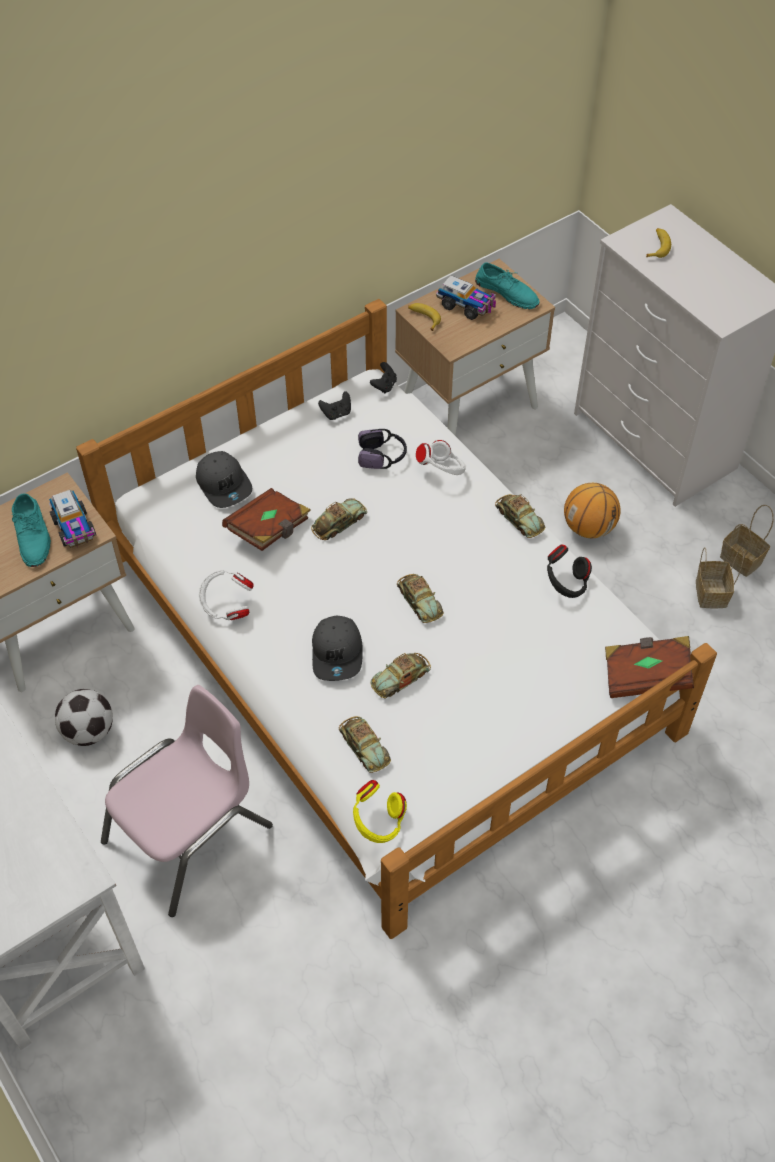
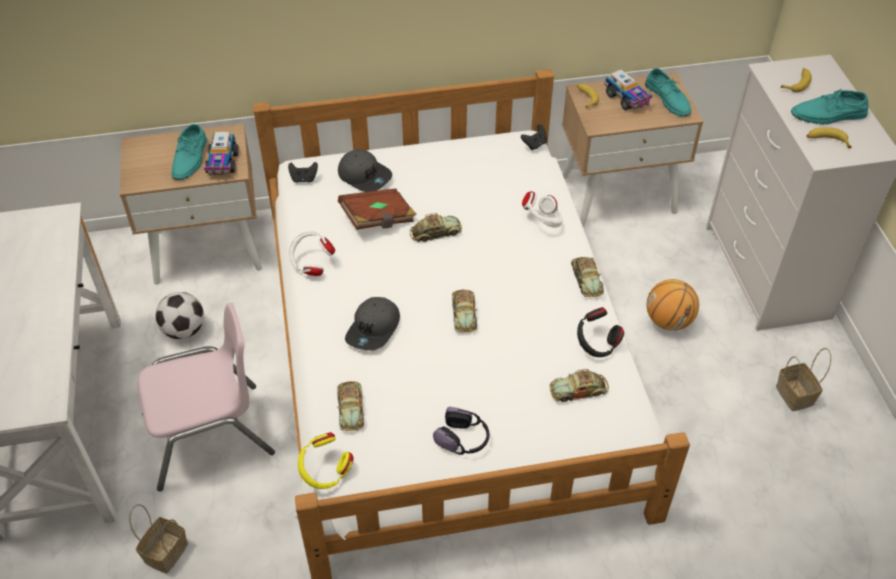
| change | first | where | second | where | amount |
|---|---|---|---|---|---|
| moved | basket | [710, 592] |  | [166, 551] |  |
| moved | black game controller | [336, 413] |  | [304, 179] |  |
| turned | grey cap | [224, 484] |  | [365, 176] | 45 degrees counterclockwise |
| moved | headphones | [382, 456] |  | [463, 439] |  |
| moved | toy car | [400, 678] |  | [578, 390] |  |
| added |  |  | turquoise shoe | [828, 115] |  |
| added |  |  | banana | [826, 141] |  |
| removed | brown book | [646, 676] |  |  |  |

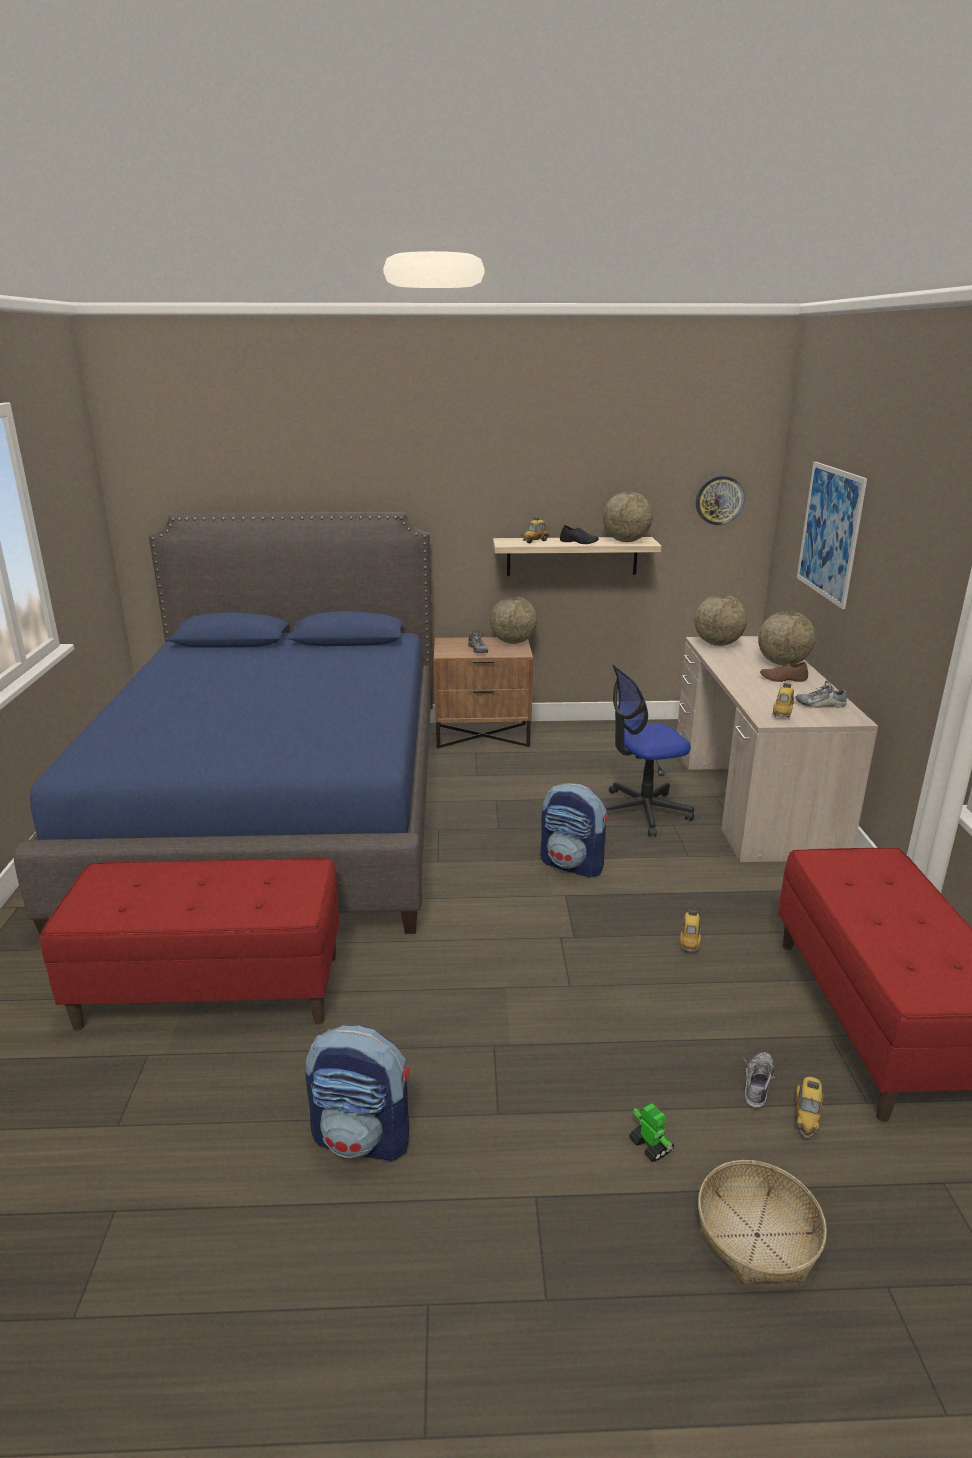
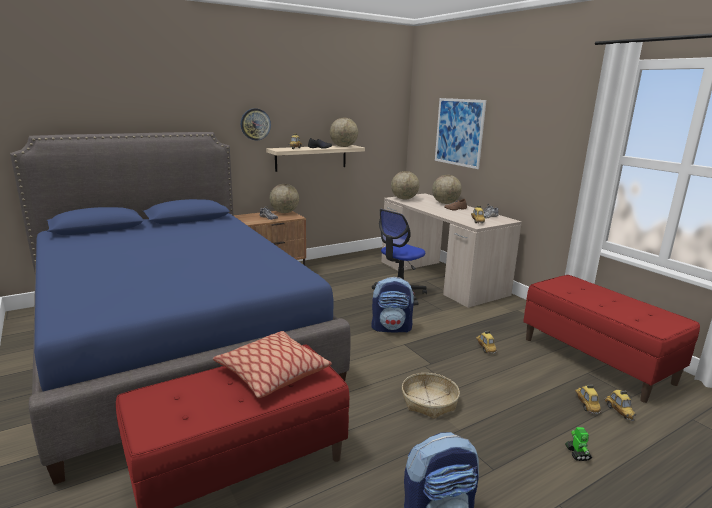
| change | first | where | second | where | amount |
|---|---|---|---|---|---|
| added |  |  | pillow | [272, 373] |  |
| moved | wall clock | [719, 500] |  | [255, 124] |  |
| moved | basket | [756, 1235] |  | [429, 402] |  |
| turned | toy robot | [650, 1145] |  | [577, 453] | 60 degrees clockwise |
| replaced | shoe | [758, 1084] | toy car | [586, 405] |  |

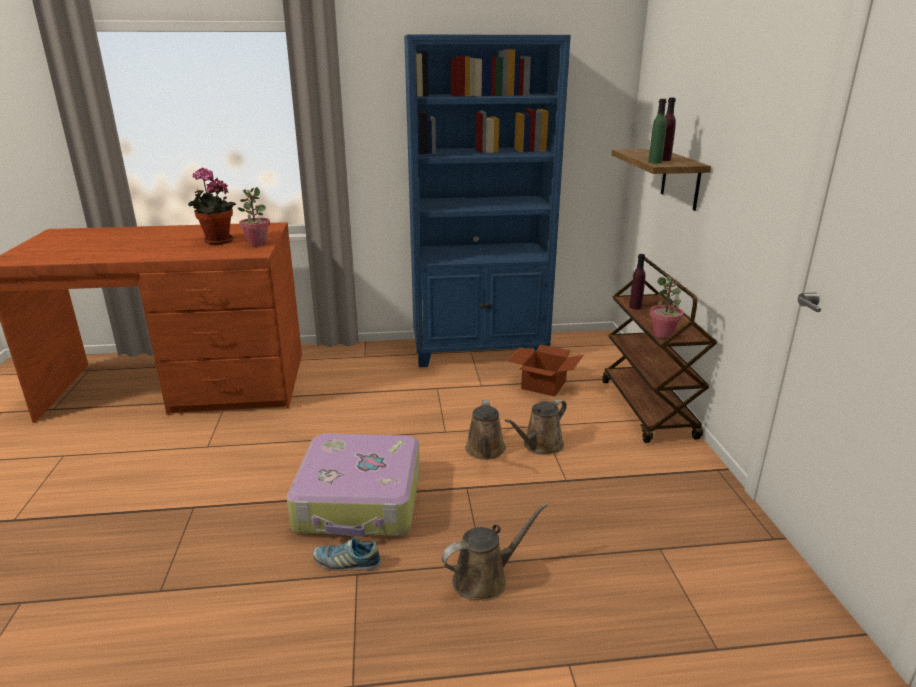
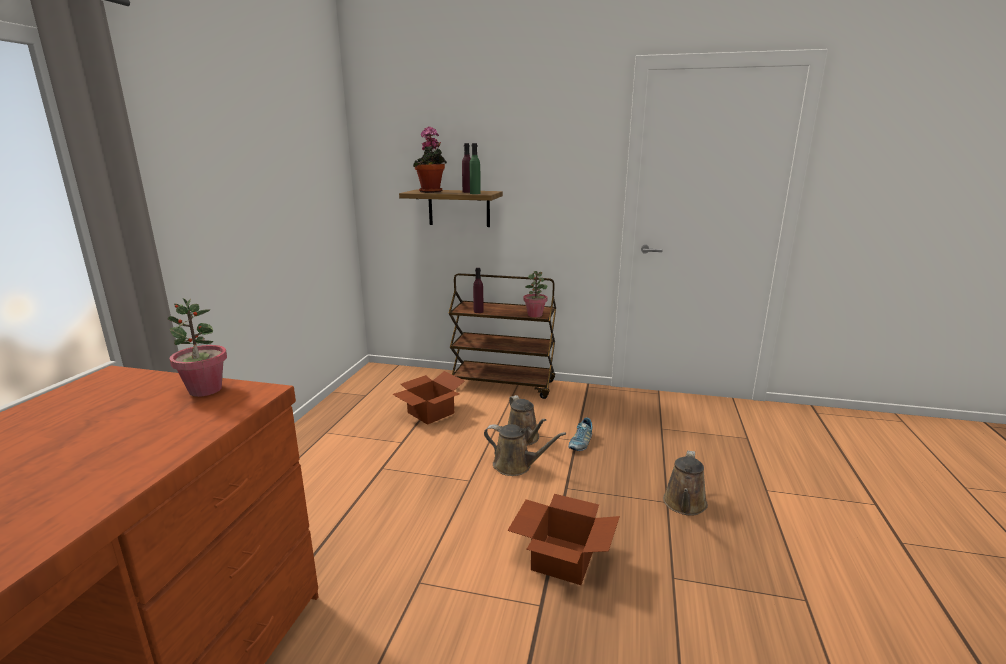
| change | first | where | second | where | amount |
|---|---|---|---|---|---|
| moved | potted plant | [216, 241] |  | [431, 192] |  |
| replaced | suitcase | [360, 501] | cardboard box | [561, 558] |  |
| moved | shoe | [346, 562] |  | [580, 443] |  |
| turned | brown watering can | [485, 578] |  | [684, 505] | 150 degrees counterclockwise |
| removed | blue bookcase | [480, 351] |  |  |  |

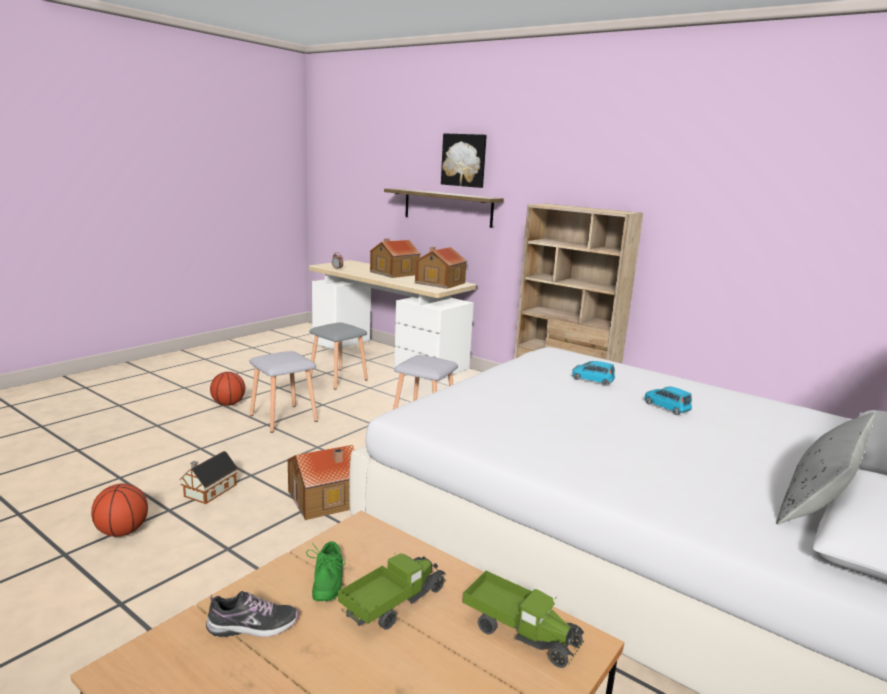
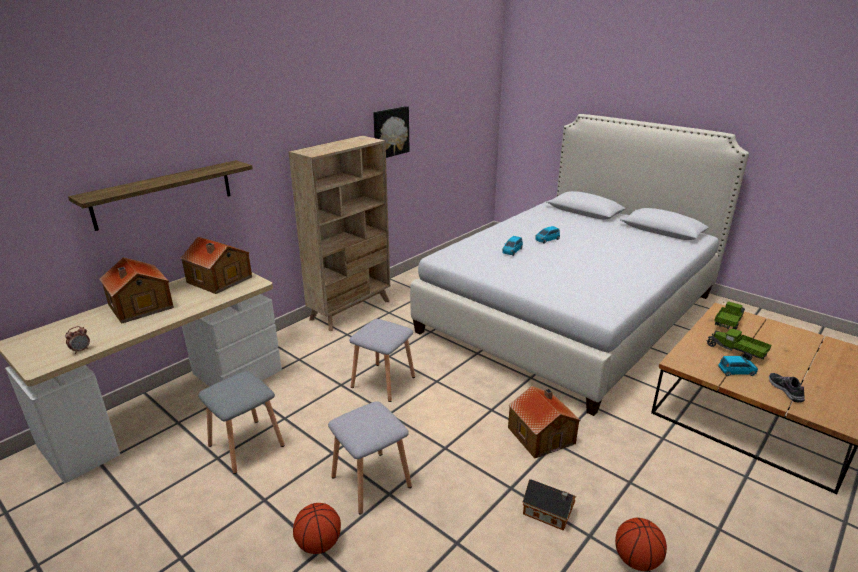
| change | first | where | second | where | amount |
|---|---|---|---|---|---|
| moved | picture | [464, 160] |  | [390, 132] |  |
| replaced | green shoe | [325, 583] | blue toy car | [736, 371] |  |
| removed | grey pillow | [819, 498] |  |  |  |

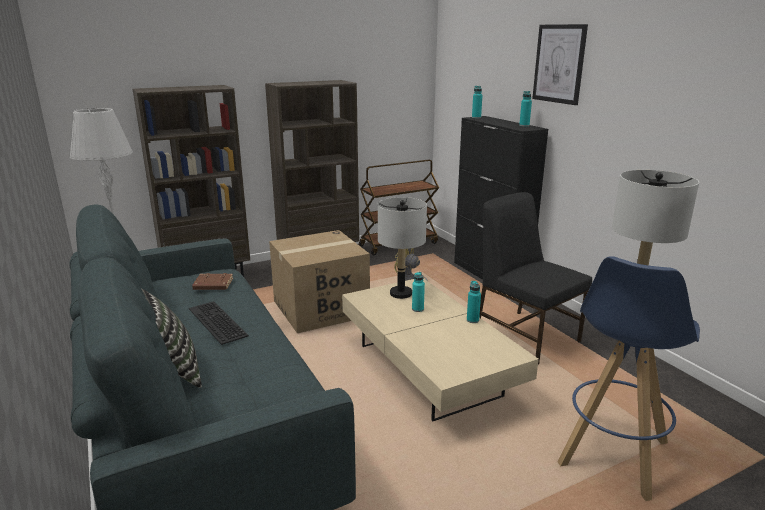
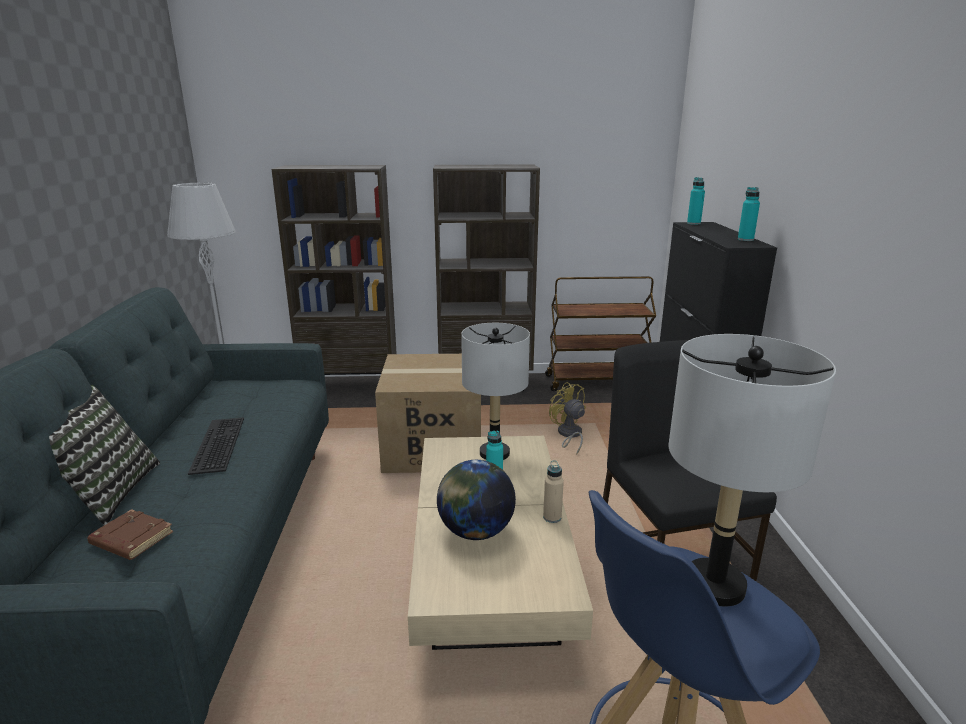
| change | first | where | second | where | amount |
|---|---|---|---|---|---|
| moved | brown book | [212, 285] |  | [130, 539] |  |
| added |  |  | globe | [475, 531] |  |
| recoloured | turquoise bottle | [472, 320] | beige bottle | [552, 517] |  |
| removed | picture | [559, 64] |  |  |  |

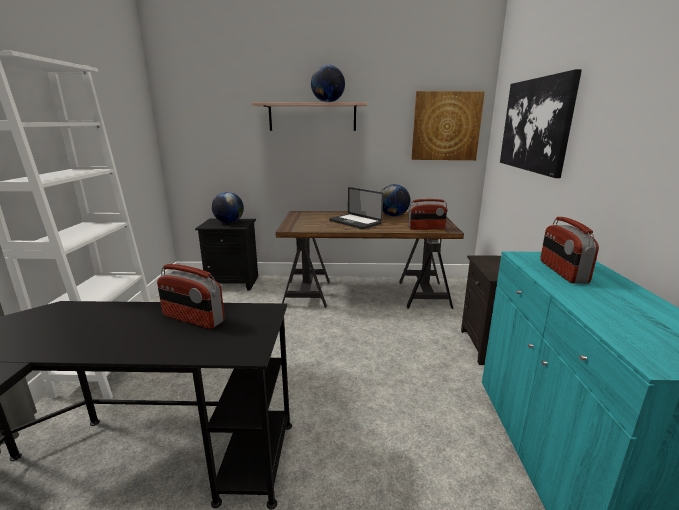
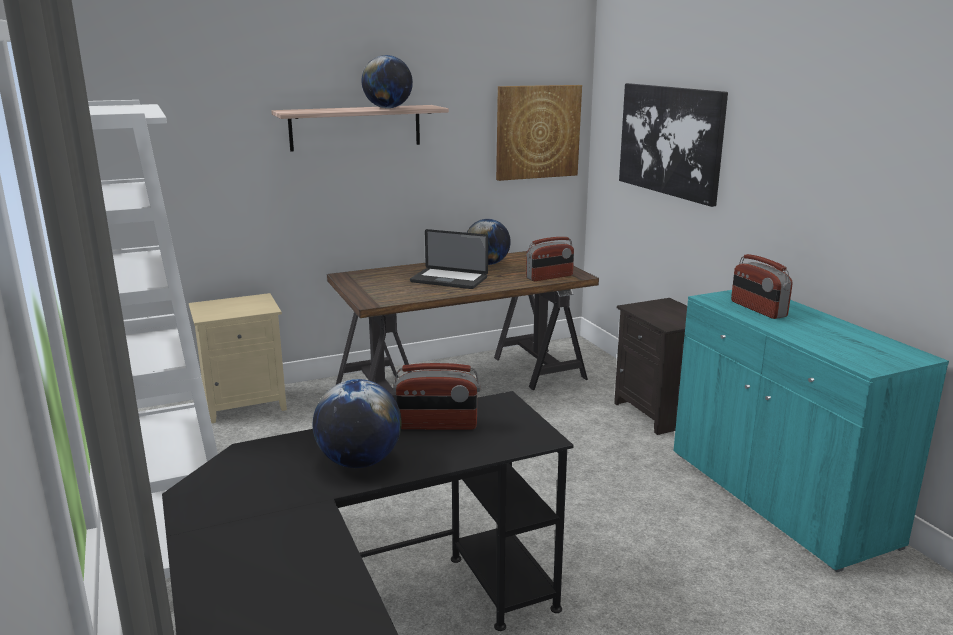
| change | first | where | second | where | amount |
|---|---|---|---|---|---|
| recoloured | black nightstand | [234, 282] | beige nightstand | [246, 404] |  |
| moved | globe | [229, 222] |  | [359, 462] |  |

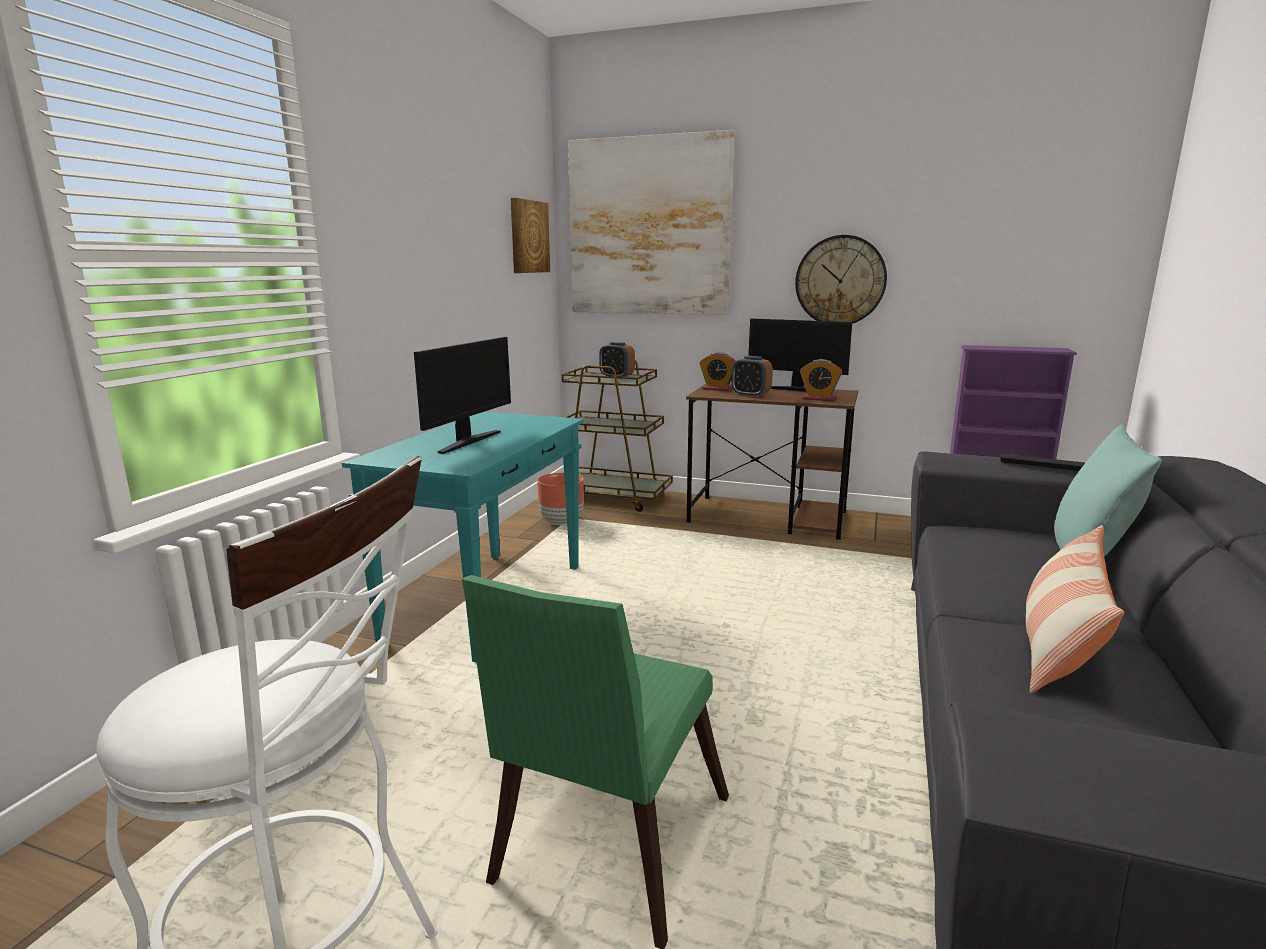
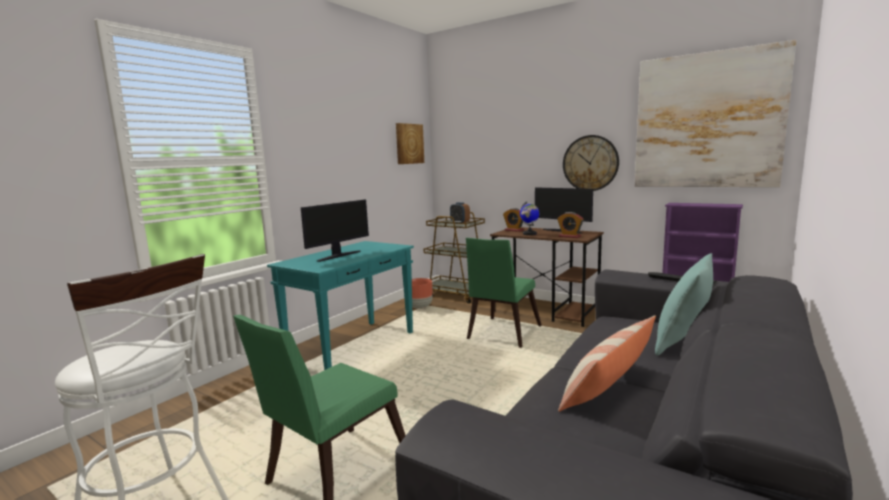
| change | first | where | second | where | amount |
|---|---|---|---|---|---|
| added |  |  | green chair | [501, 334] |  |
| replaced | alarm clock | [750, 395] | globe | [529, 234] |  |
| moved | picture | [649, 227] |  | [707, 121] |  |

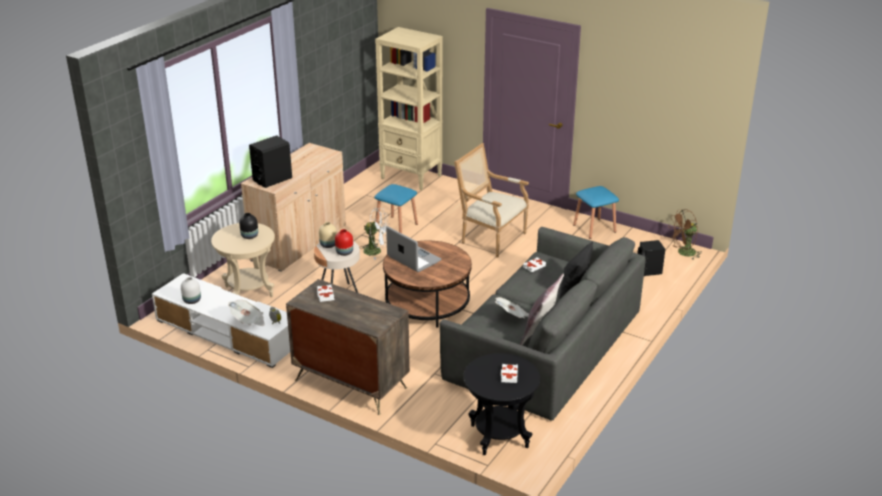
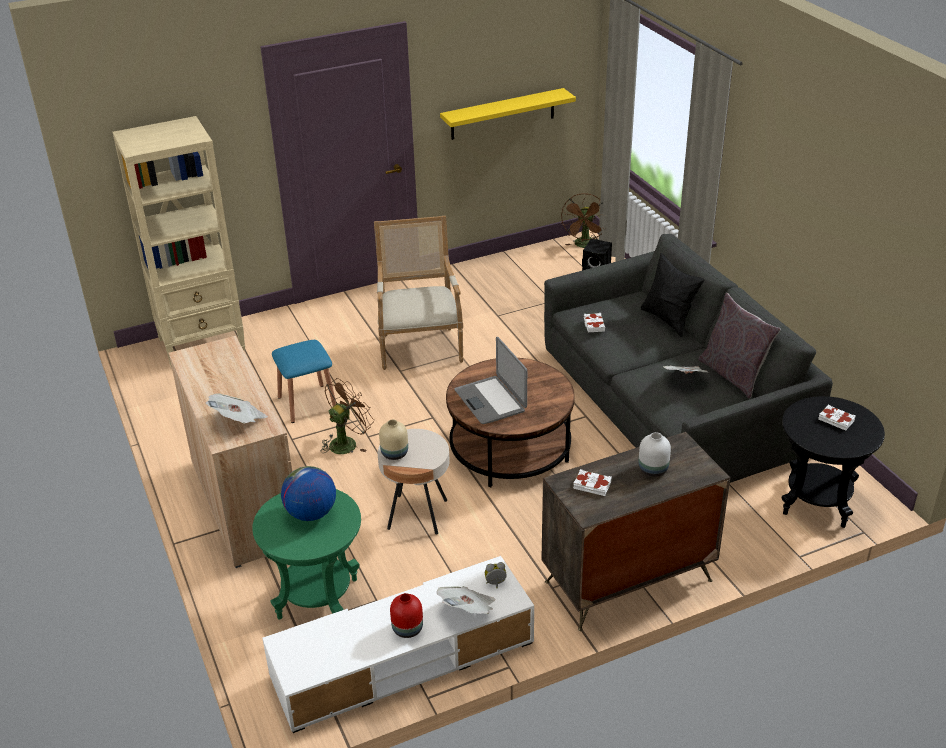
| change | first | where | second | where | amount |
|---|---|---|---|---|---|
| replaced | black speaker | [272, 179] | newspaper | [239, 420] |  |
| recoloured | beige side table | [249, 291] | green side table | [317, 599] |  |
| replaced | black vase | [249, 236] | globe | [311, 513] |  |
| recoloured | white fan | [376, 251] | brown fan | [347, 442] |  |
| turned | armchair | [490, 238] |  | [419, 346] | 105 degrees clockwise |
| moved | red vase | [344, 252] |  | [406, 628] |  |
| added |  |  | yellow shelf | [503, 114] |  |
| turned | laptop | [413, 259] |  | [491, 400] | 105 degrees counterclockwise |
| moved | white vase | [192, 300] |  | [653, 469] |  |
| removed | blue stool | [594, 228] |  |  |  |

